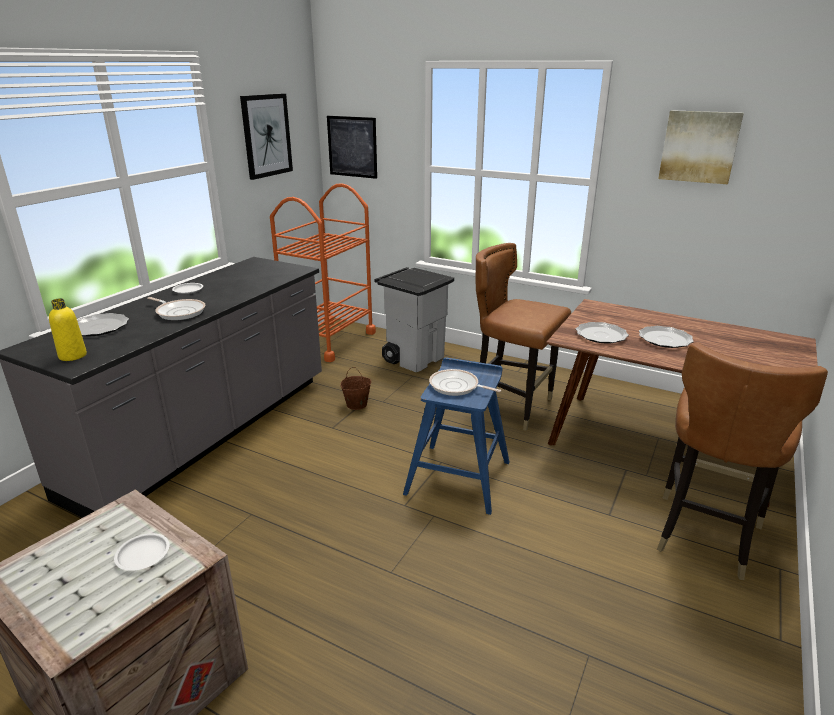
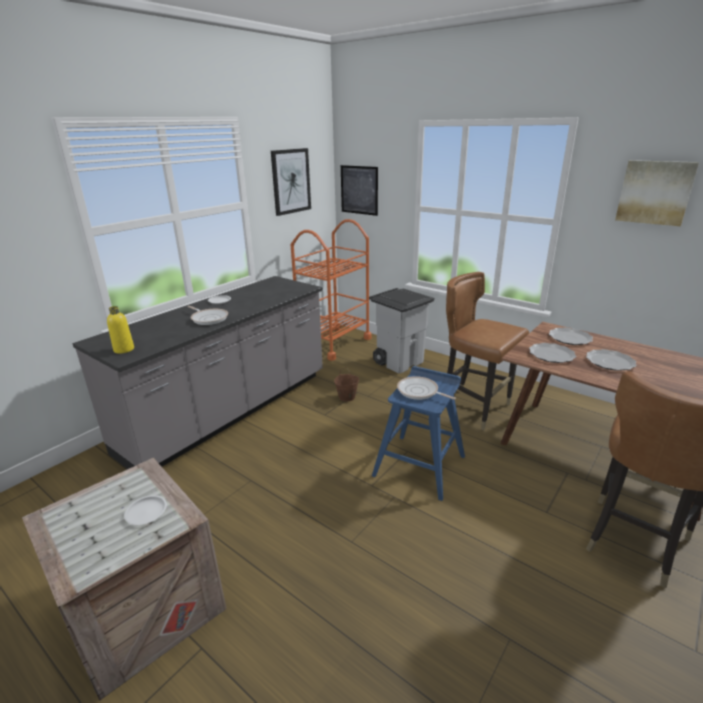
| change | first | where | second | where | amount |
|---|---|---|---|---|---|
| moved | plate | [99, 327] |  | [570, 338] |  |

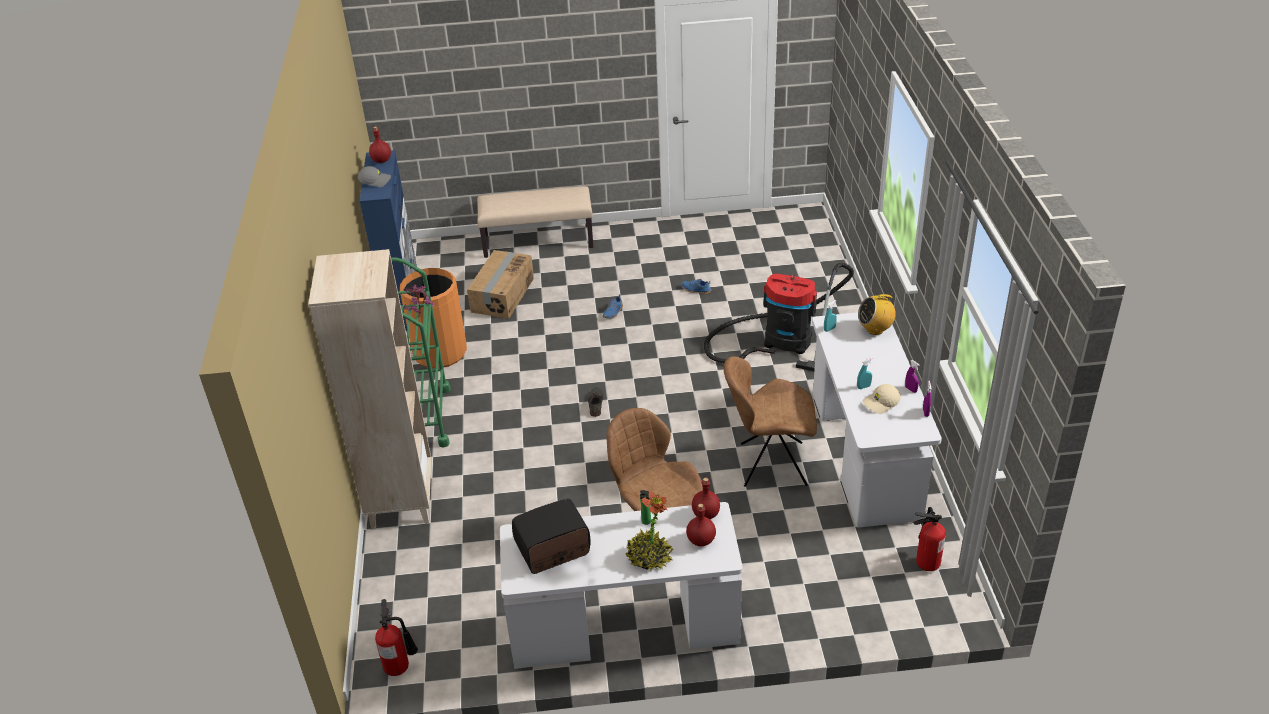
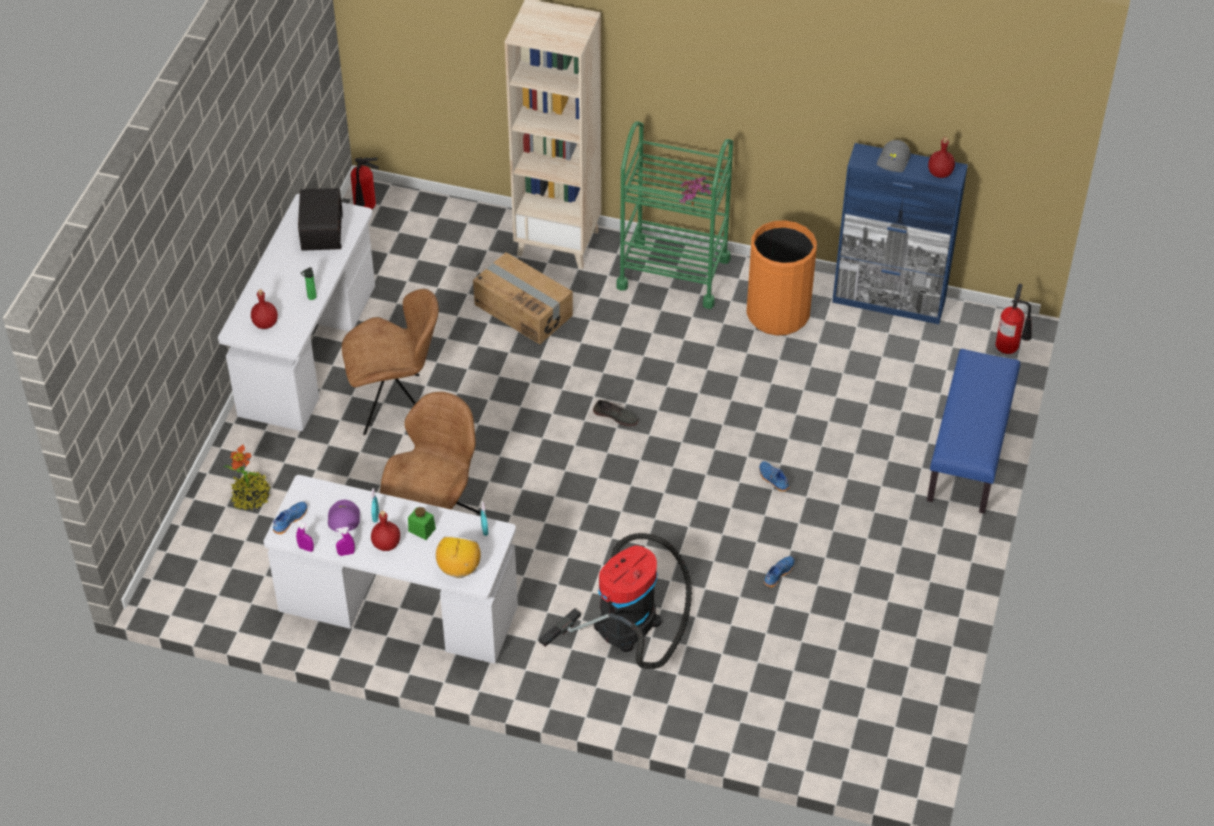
| change | first | where | second | where | amount |
|---|---|---|---|---|---|
| moved | potted plant | [649, 557] |  | [251, 497] |  |
| added |  |  | blue shoe | [289, 520] |  |
| recoloured | beige cap | [881, 403] | purple cap | [343, 519] |  |
| moved | red bottle | [705, 514] |  | [386, 544] |  |
| added |  |  | green jar | [422, 530] |  |
| moved | cardboard box | [502, 295] |  | [524, 309] |  |
| recoloured | beige bench | [538, 241] | blue bench | [970, 452] |  |
| moved | fire extinguisher | [925, 562] |  | [1010, 347] |  |

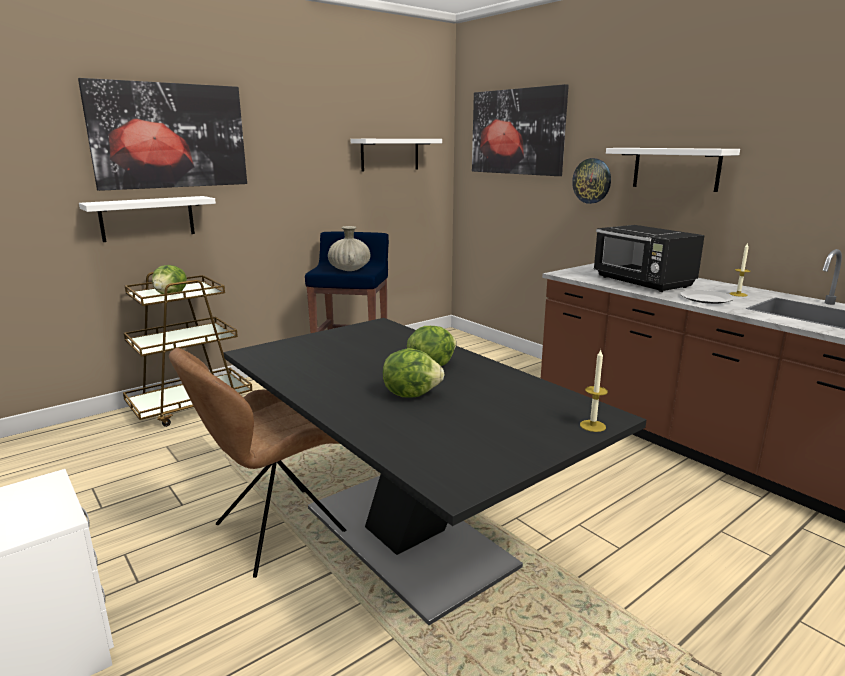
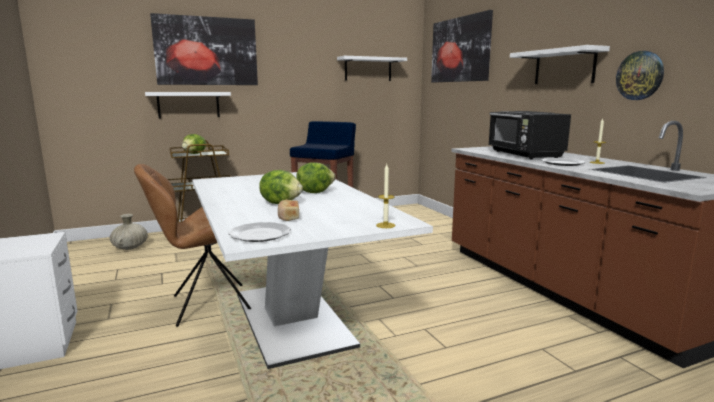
| change | first | where | second | where | amount |
|---|---|---|---|---|---|
| moved | beige vase | [349, 269] |  | [130, 247] |  |
| recoloured | black dining table | [407, 536] | white dining table | [291, 319] |  |
| added |  |  | plate | [259, 235] |  |
| added |  |  | bread | [288, 217] |  |
| moved | wall clock | [592, 181] |  | [640, 75] |  |

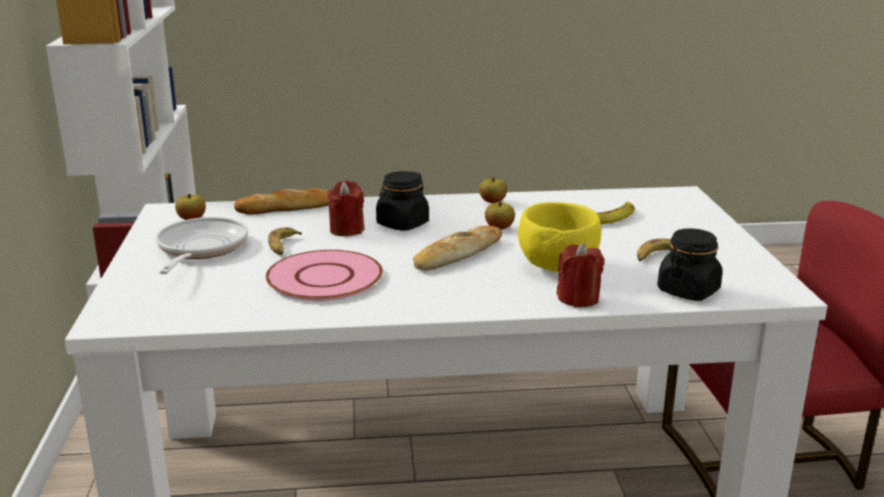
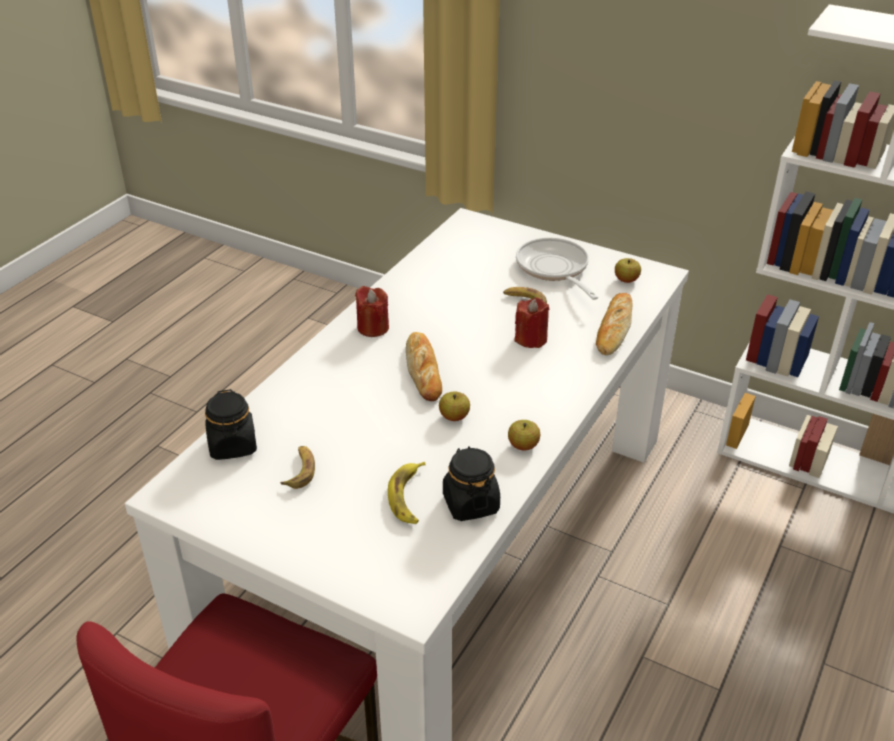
| change | first | where | second | where | amount |
|---|---|---|---|---|---|
| moved | red candle | [578, 299] |  | [373, 328] |  |
| moved | black jar | [402, 224] |  | [470, 503] |  |
| turned | frying pan | [200, 249] |  | [554, 269] | 150 degrees counterclockwise |
| removed | pink plate | [324, 278] |  |  |  |
| removed | yellow bowl | [556, 267] |  |  |  |

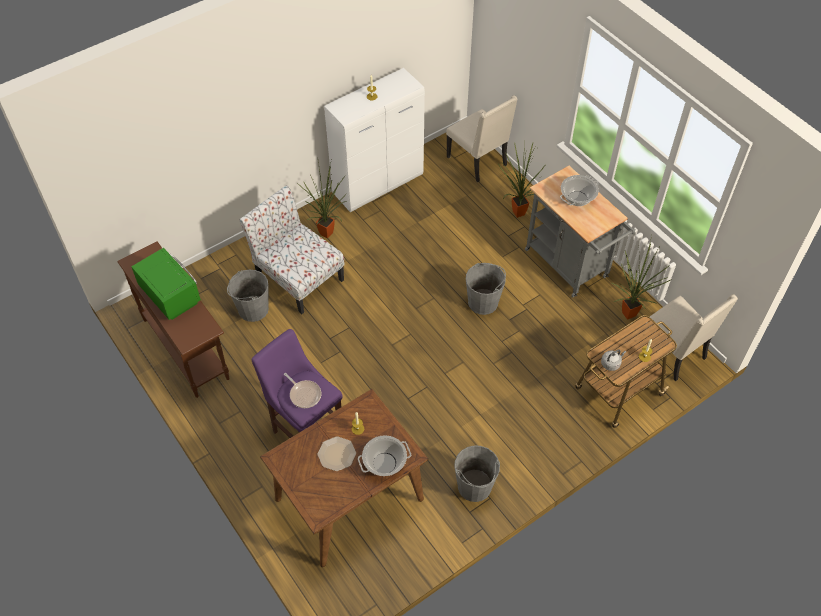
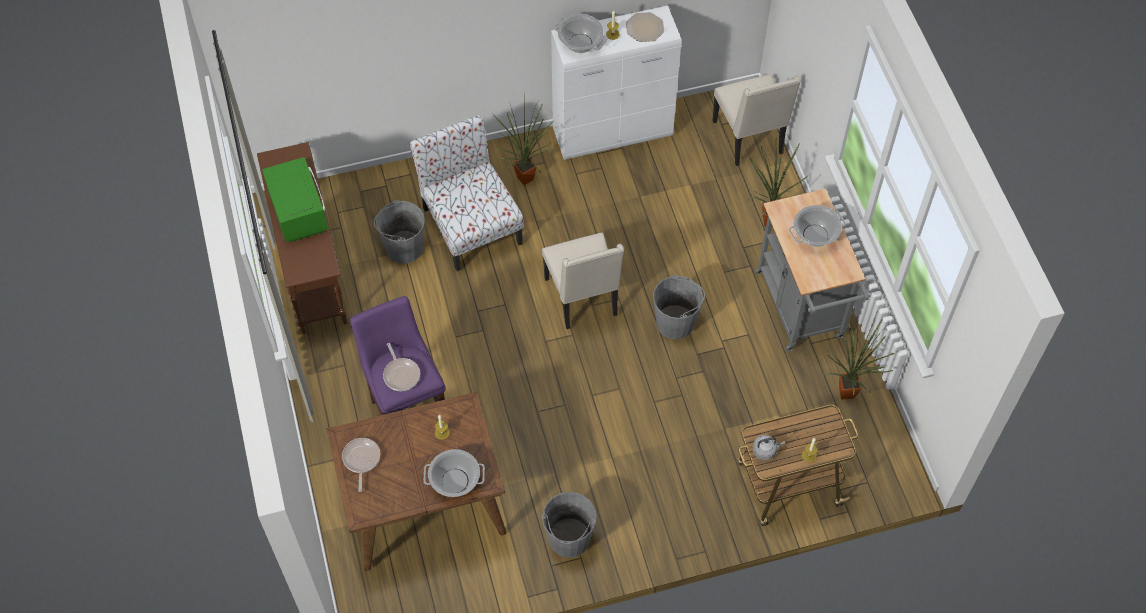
| change | first | where | second | where | amount |
|---|---|---|---|---|---|
| added |  |  | frying pan | [361, 460] |  |
| moved | beige chair | [672, 353] |  | [583, 298] |  |
| added |  |  | cooking pot | [580, 43] |  |
| moved | plate | [337, 454] |  | [645, 28] |  |

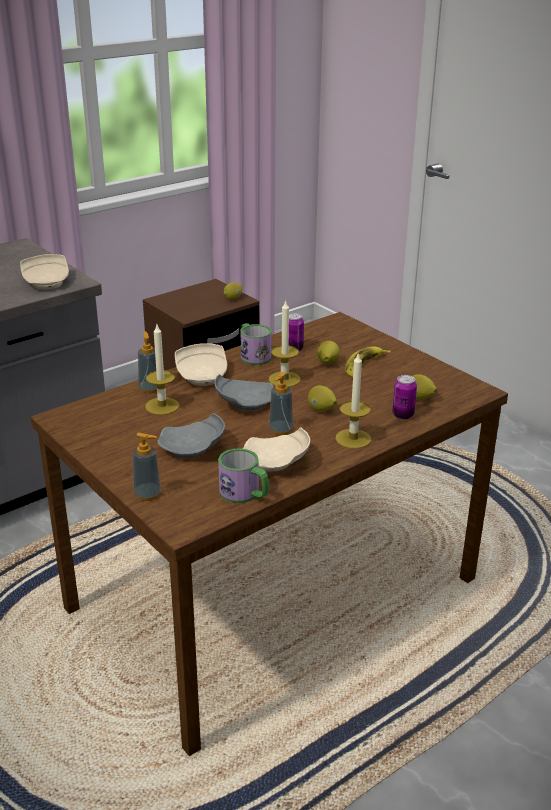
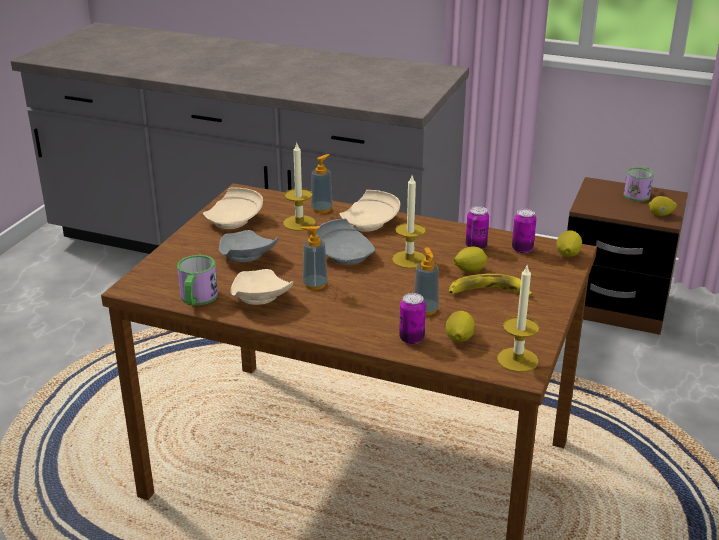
| change | first | where | second | where | amount |
|---|---|---|---|---|---|
| moved | beige plate | [47, 282] |  | [235, 220] |  |
| moved | soap dispenser | [147, 494] |  | [425, 310] |  |
| moved | candle | [353, 439] |  | [517, 360] |  |
| added |  |  | can | [522, 249] |  |
| moved | lemon | [321, 410] |  | [567, 255] |  |
| moved | mug | [253, 355] |  | [638, 193] |  |

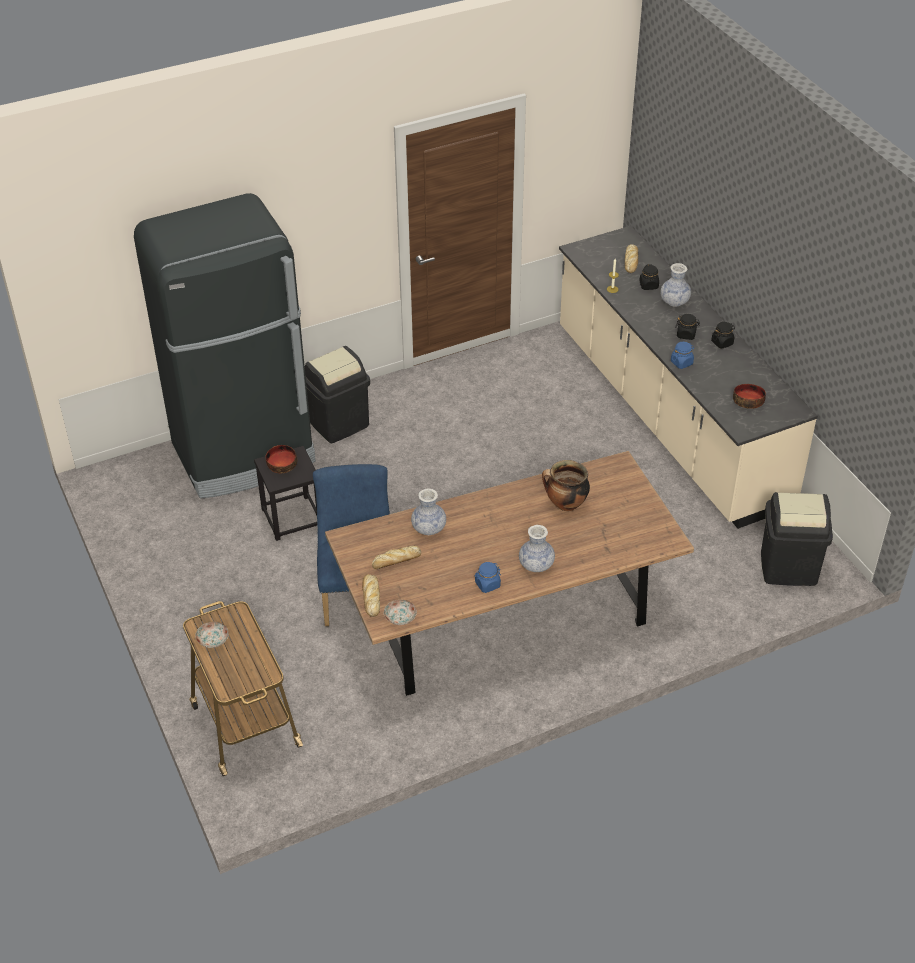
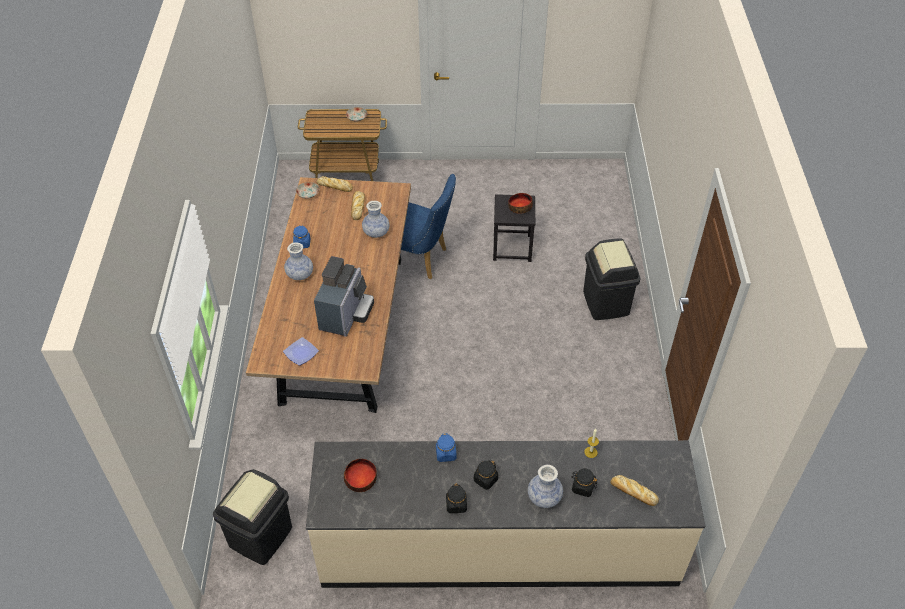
| change | first | where | second | where | amount |
|---|---|---|---|---|---|
| added |  |  | plate | [300, 353] |  |
| replaced | cooking pot | [565, 504] | coffee machine | [346, 314] |  |
| removed | black fridge | [244, 454] |  |  |  |

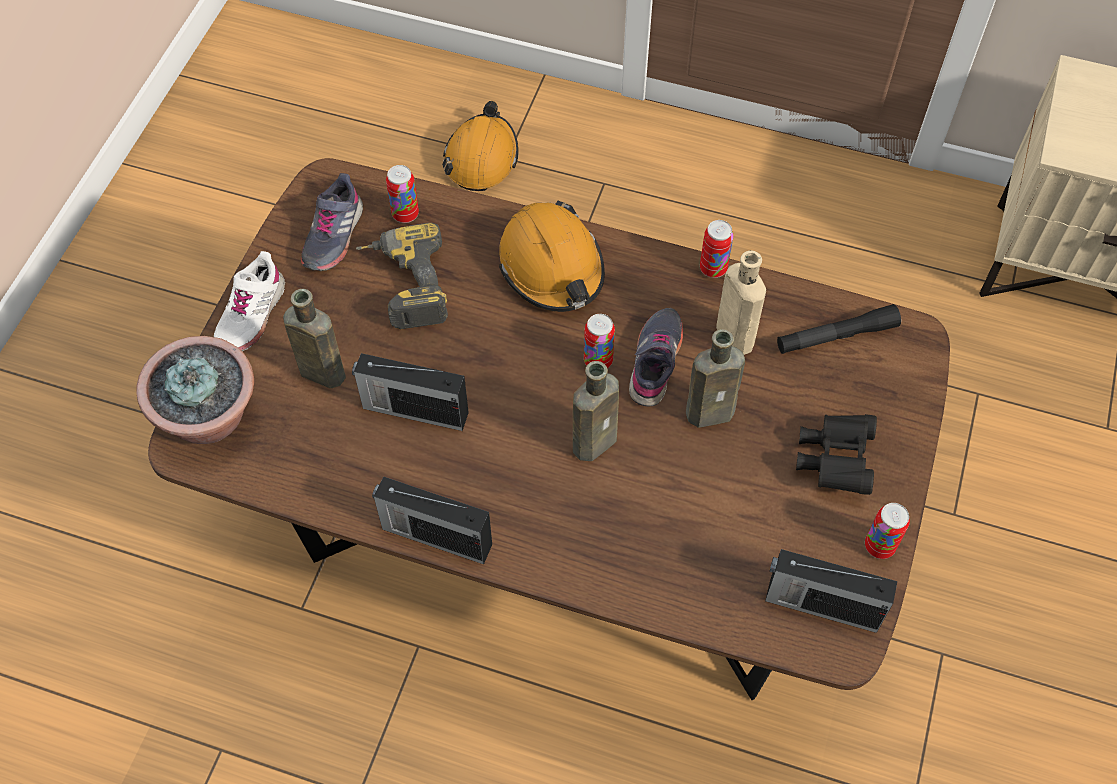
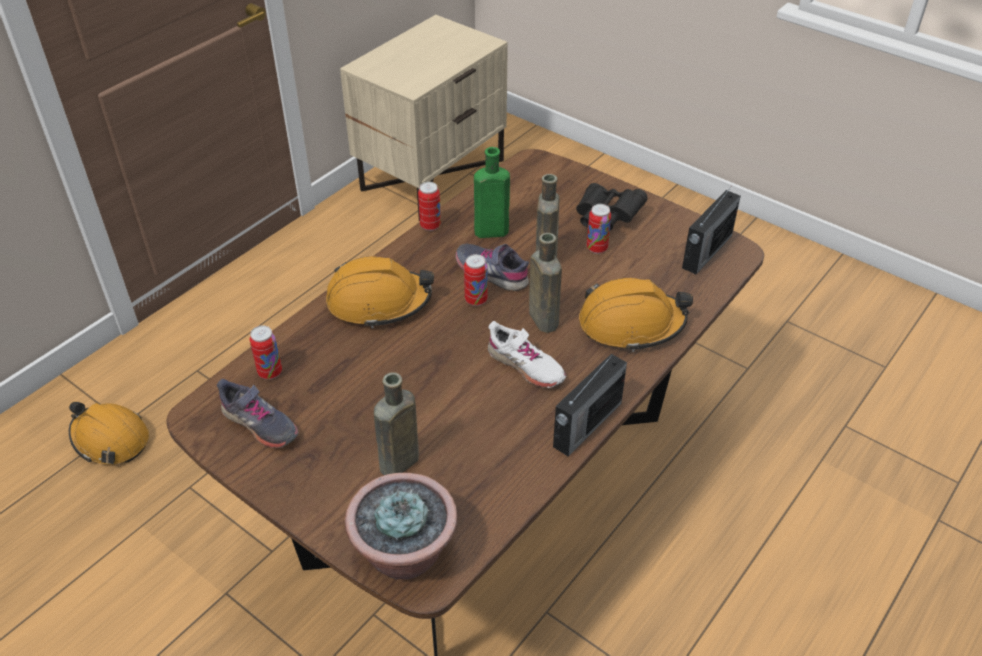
| change | first | where | second | where | amount |
|---|---|---|---|---|---|
| recoloured | beige bottle | [733, 333] | green bottle | [488, 232] |  |
| moved | white shoe | [250, 315] |  | [525, 366] |  |
| added |  |  | orange hard hat | [631, 324] |  |
| moved | can | [879, 546] |  | [596, 248] |  |
| removed | radio | [413, 409] |  |  |  |
| removed | power drill | [403, 285] |  |  |  |
| removed | black flashlight | [836, 336] |  |  |  |

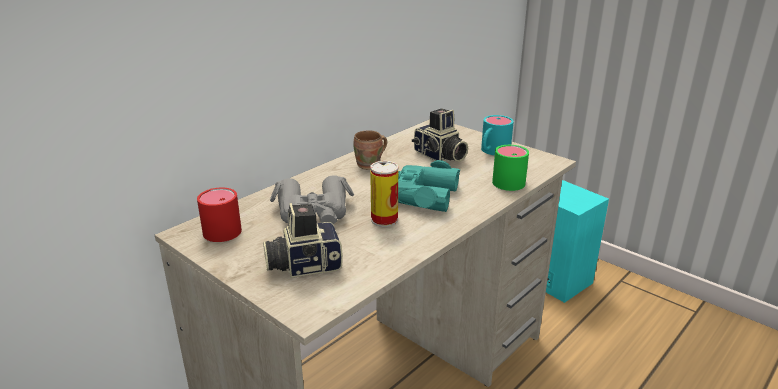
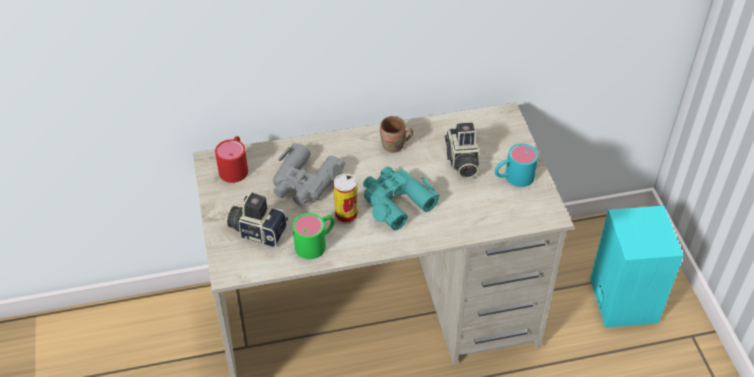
| change | first | where | second | where | amount |
|---|---|---|---|---|---|
| moved | green mug | [509, 179] |  | [316, 243] |  |

